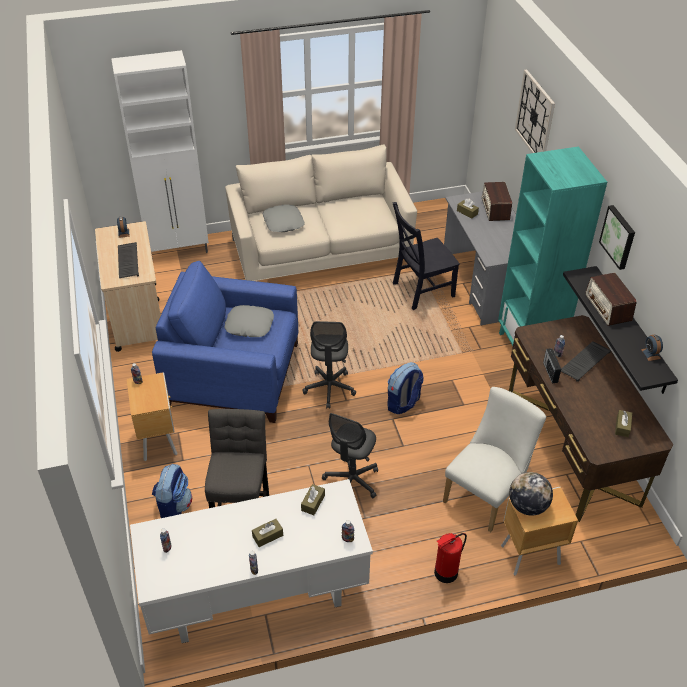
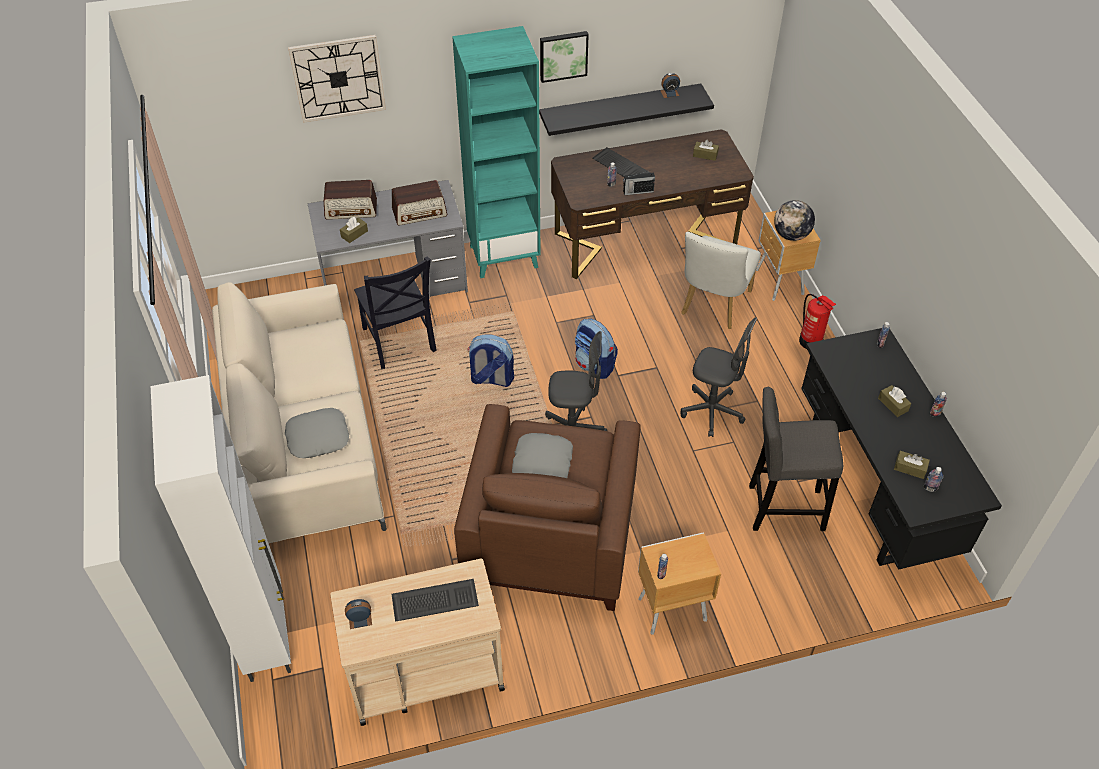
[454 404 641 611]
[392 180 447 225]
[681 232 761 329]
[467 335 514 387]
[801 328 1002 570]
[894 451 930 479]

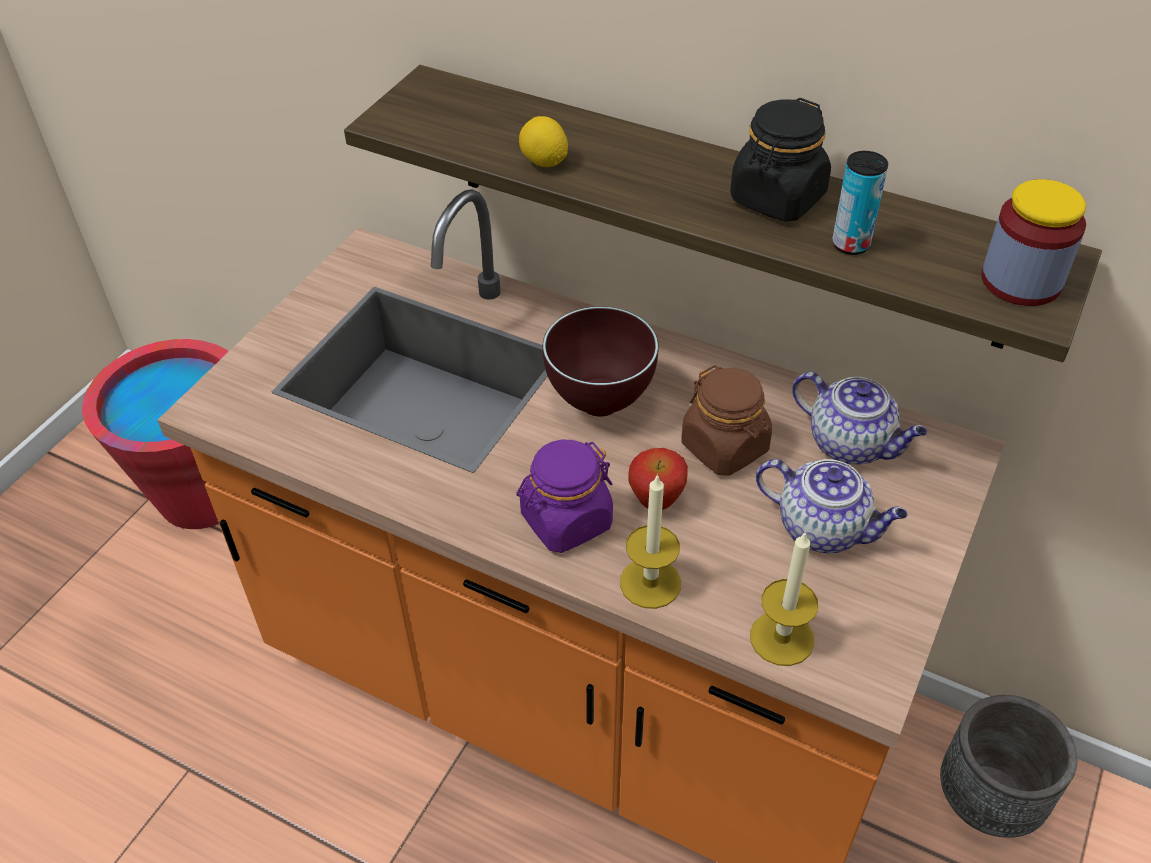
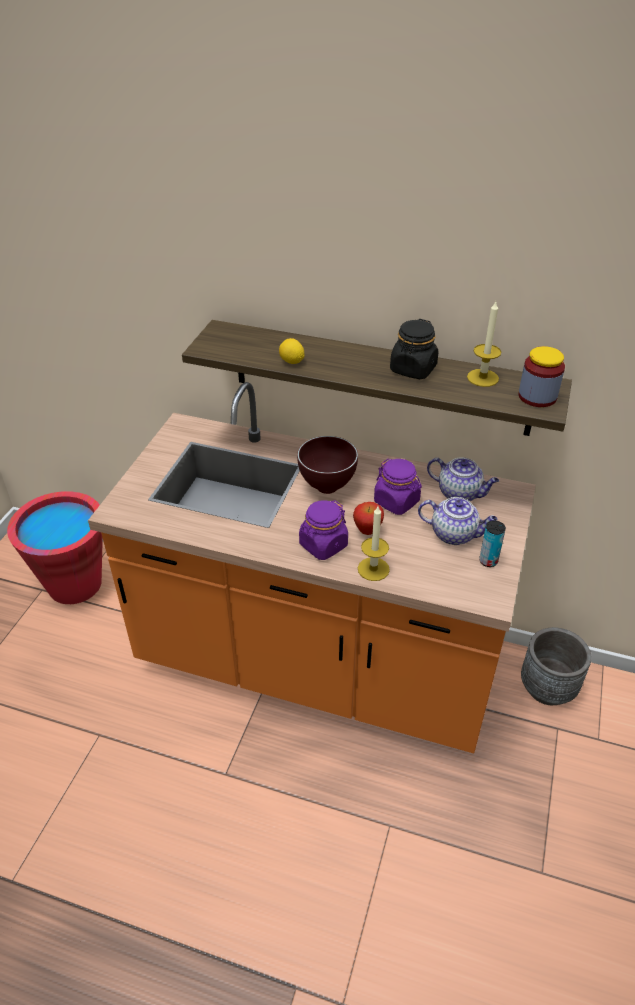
[479 520 506 567]
[374 459 422 515]
[467 302 501 387]

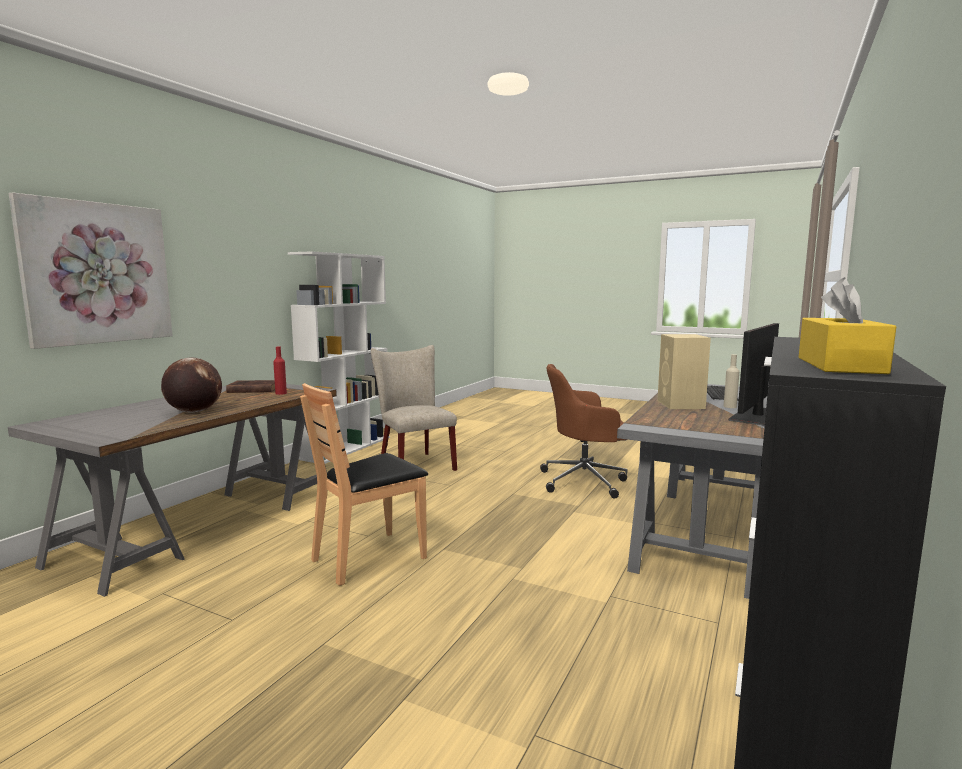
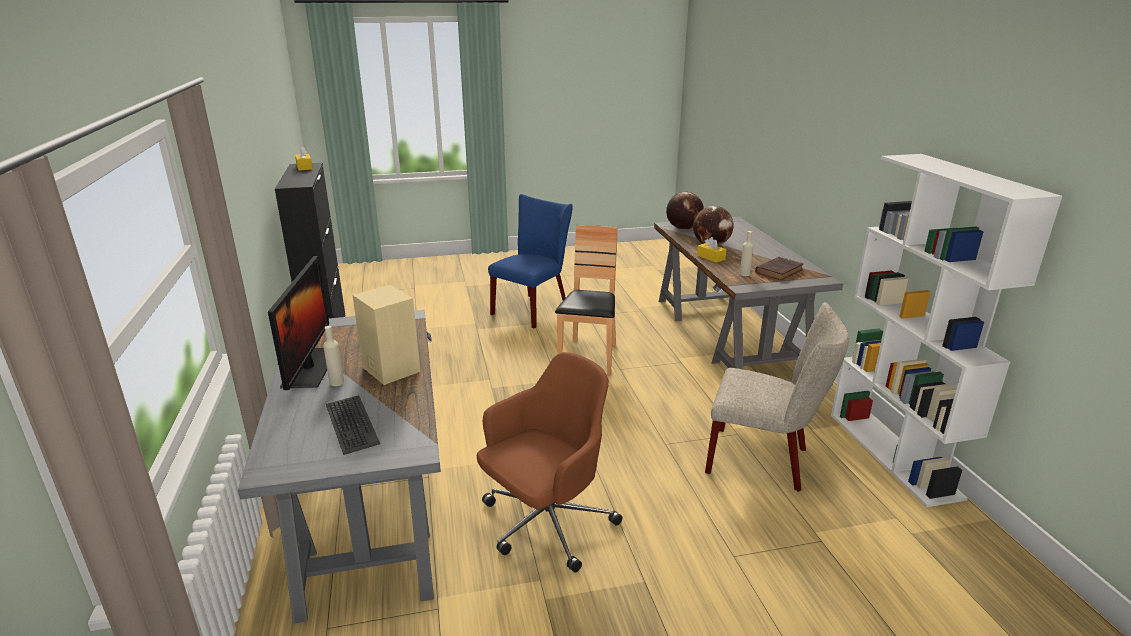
[9 192 173 349] (first image)
[740 231 754 276]
[666 192 704 230]
[488 194 573 329]
[697 237 726 263]

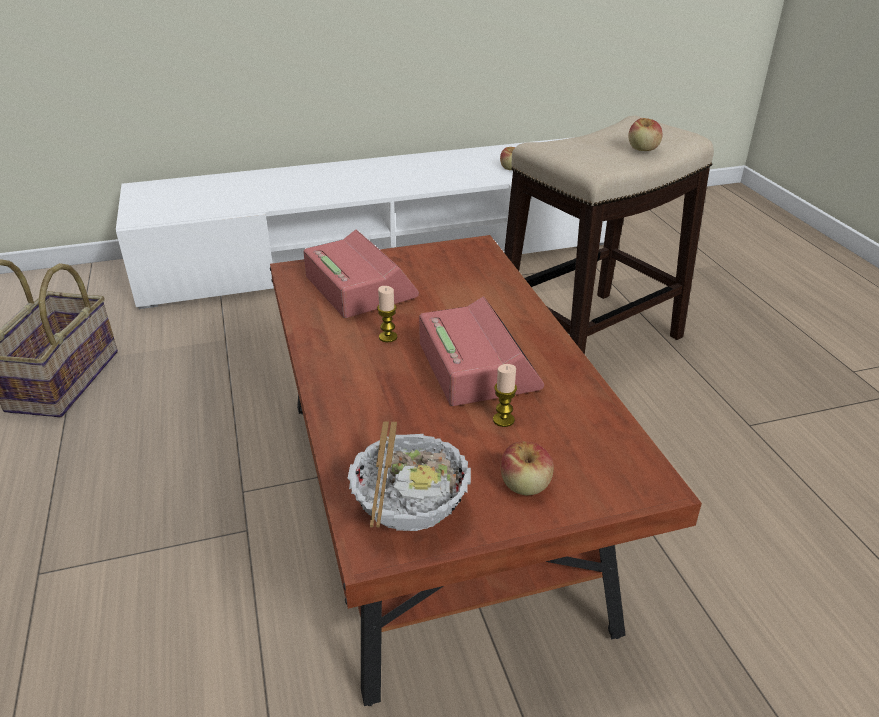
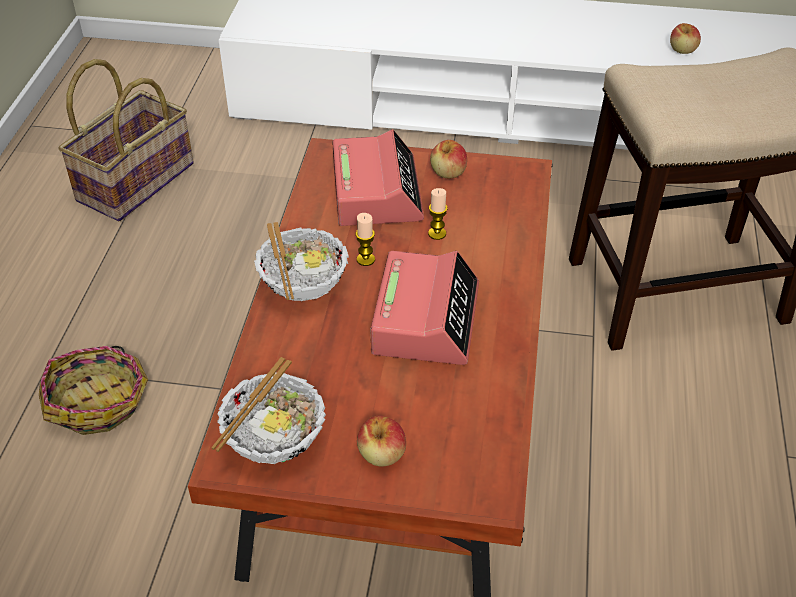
[430 140 467 178]
[428 188 448 240]
[254 222 349 301]
[39 346 148 435]

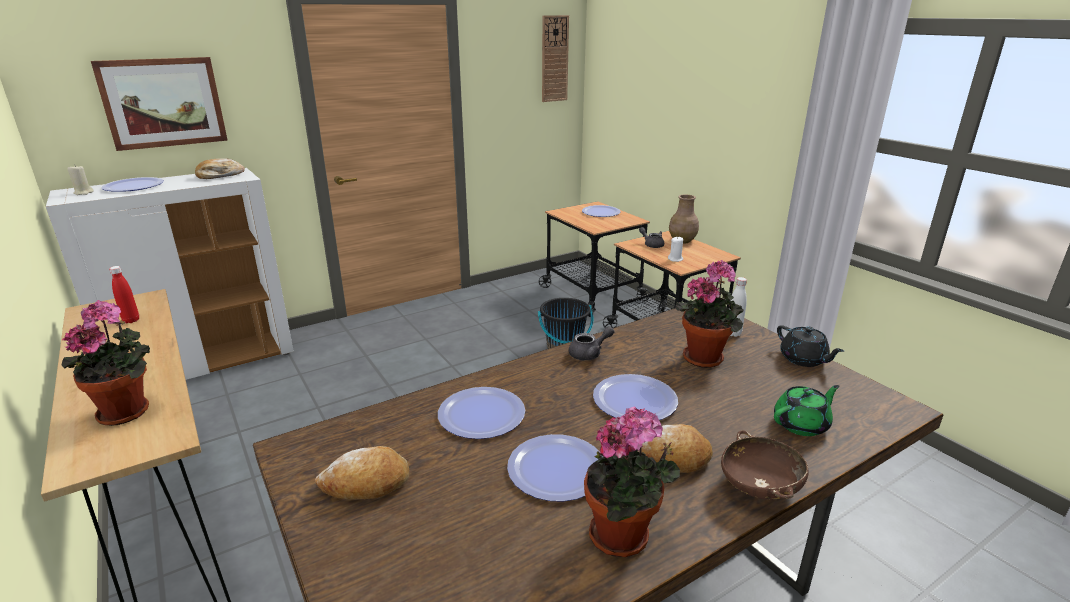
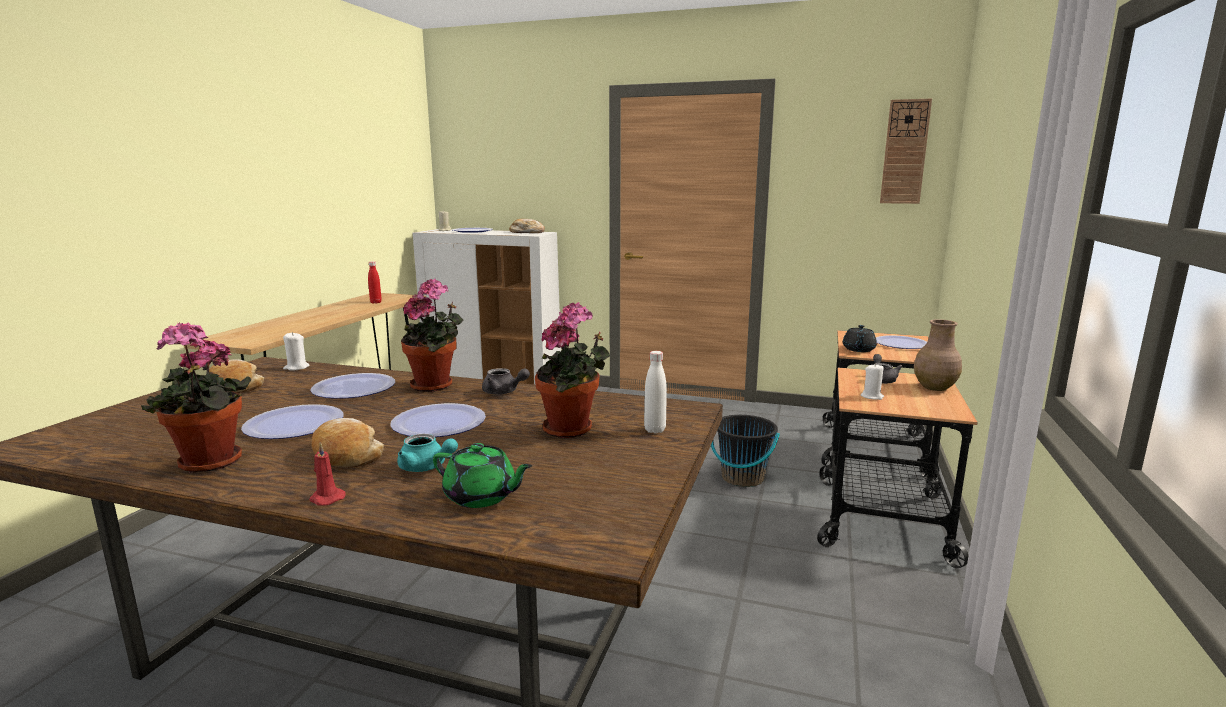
[91 57 228 151] (first image)
[401 279 464 392]
[843 325 877 352]
[309 442 346 505]
[283 332 310 371]
[397 434 458 472]

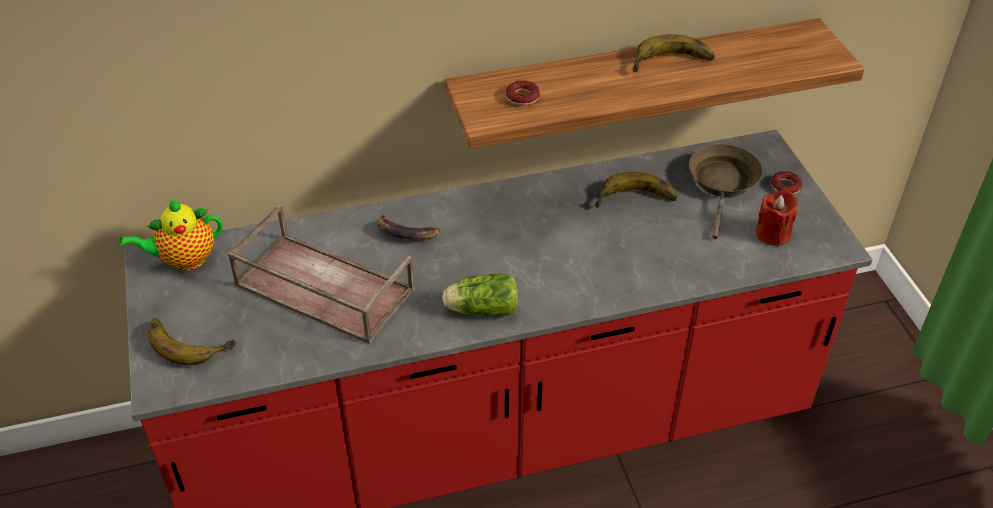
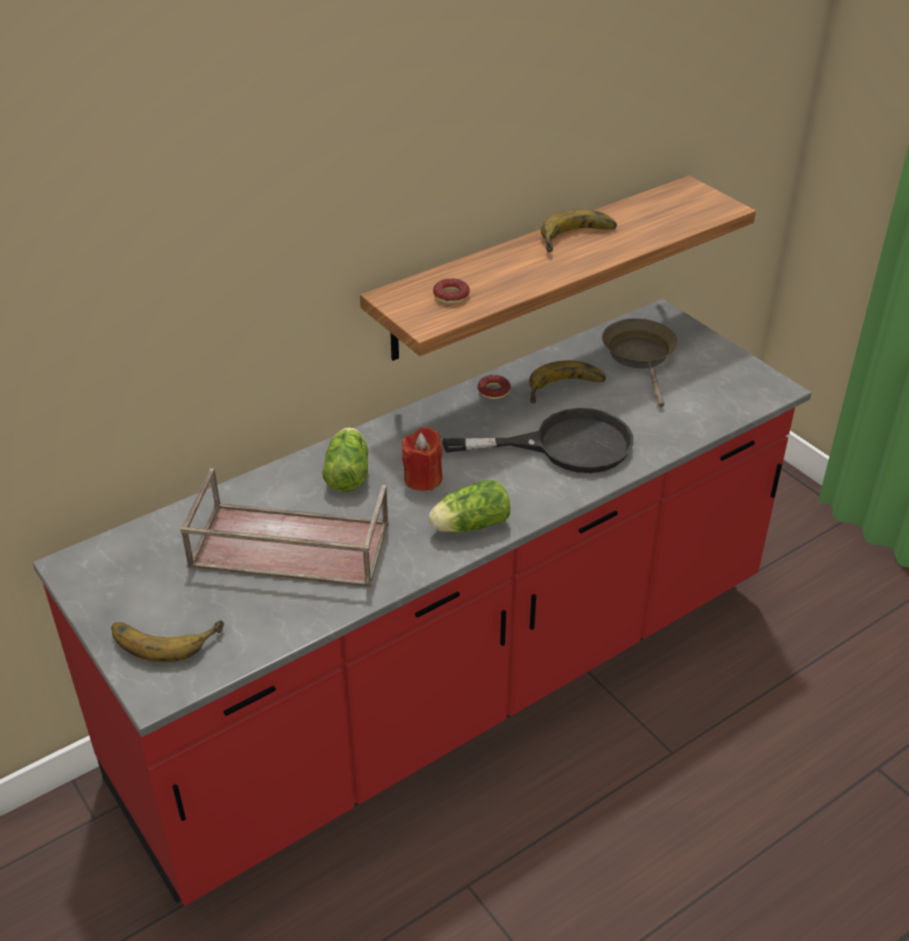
[477 375 510 399]
[402 427 443 491]
[119 200 223 270] (first image)
[322 427 368 493]
[442 408 633 473]

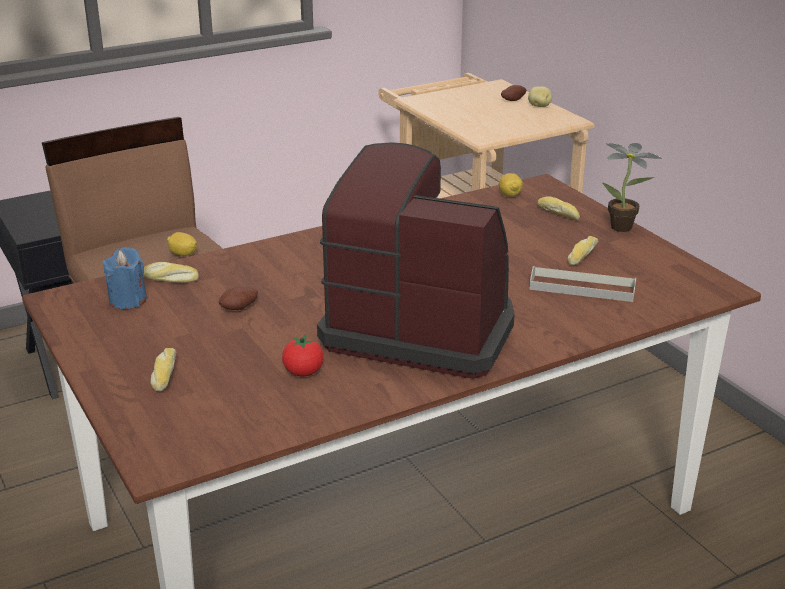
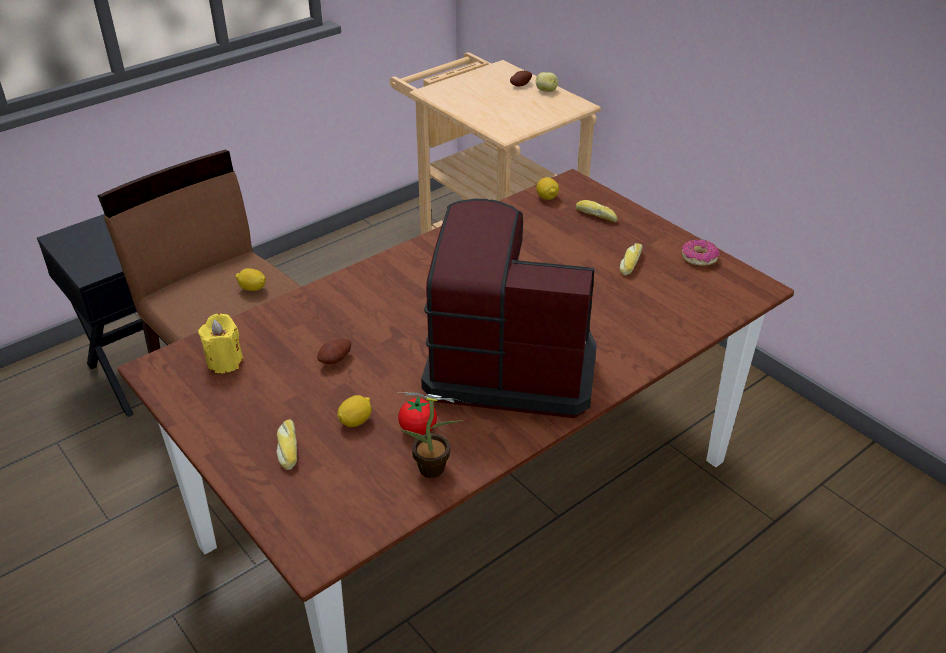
[400 392 461 478]
[198 313 243 373]
[144 262 199 283] (first image)
[529 266 636 302] (first image)
[682 239 720 266]
[337 395 372 427]

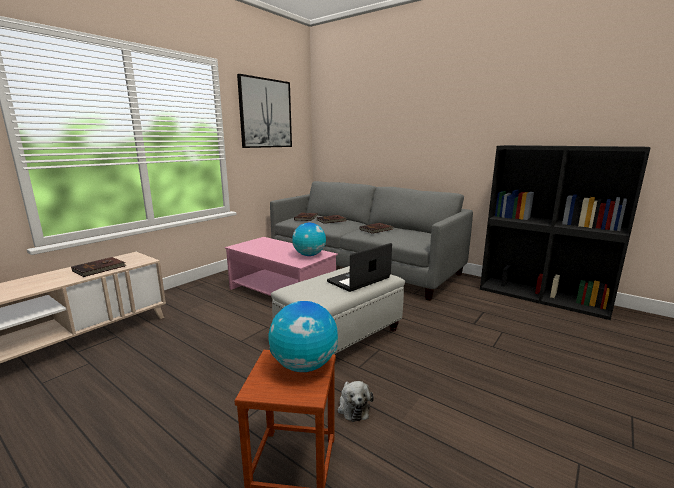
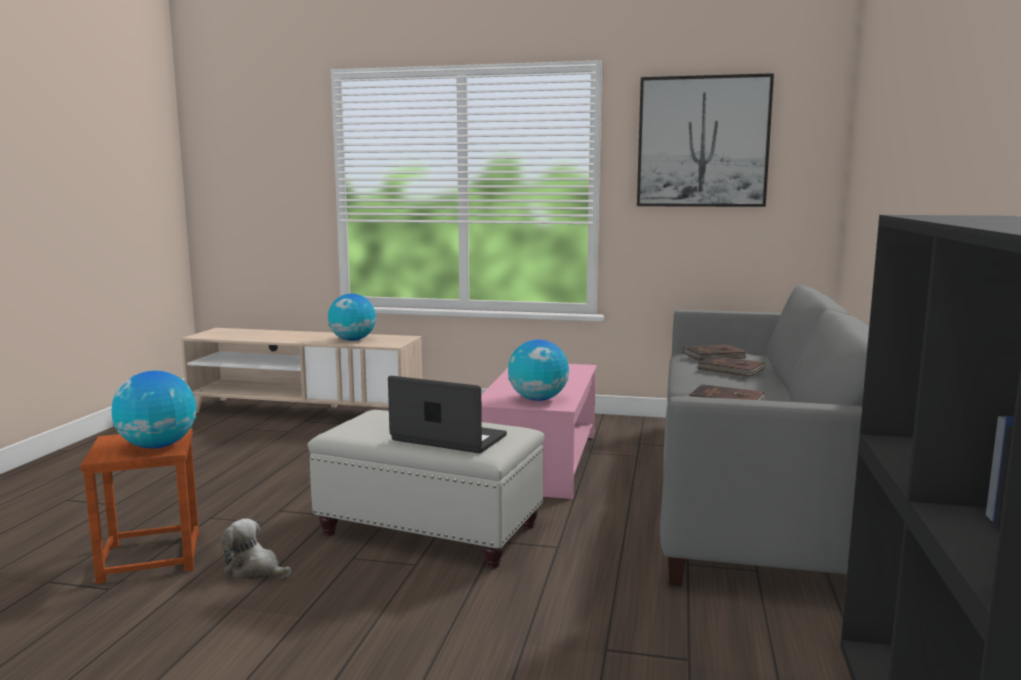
[328 294 376 341]
[221 519 292 580]

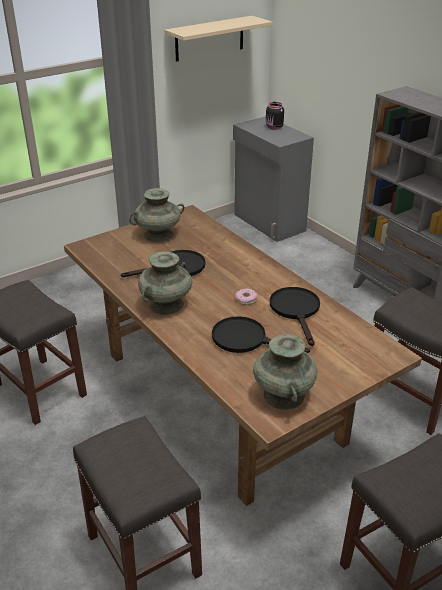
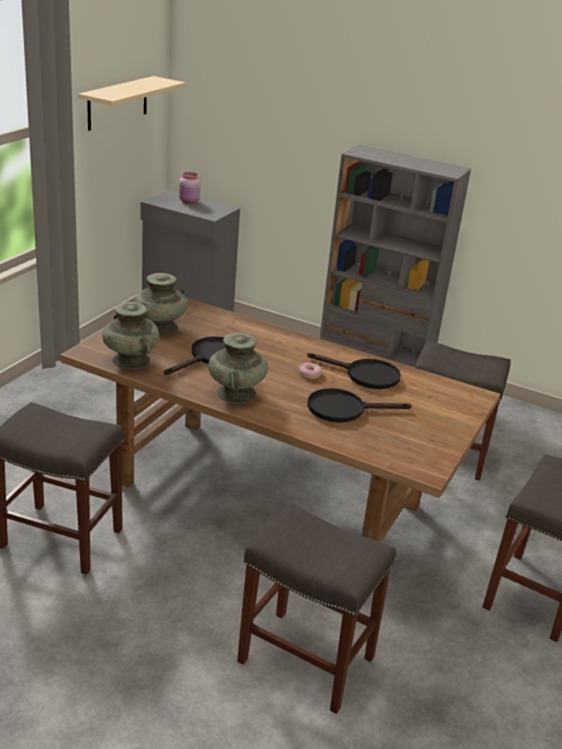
[179 172 201 204]
[307 353 401 389]
[102 302 159 369]

